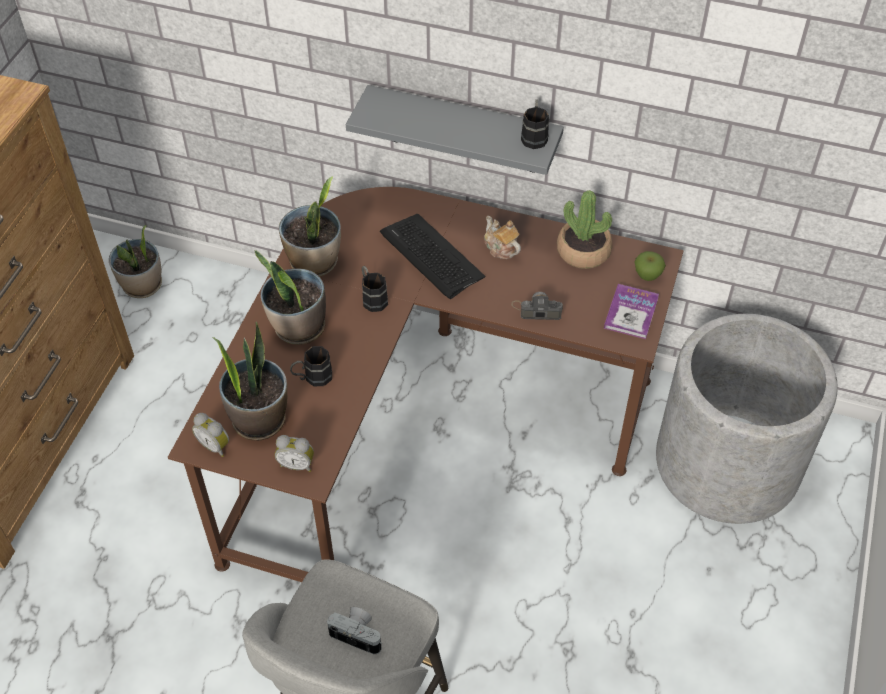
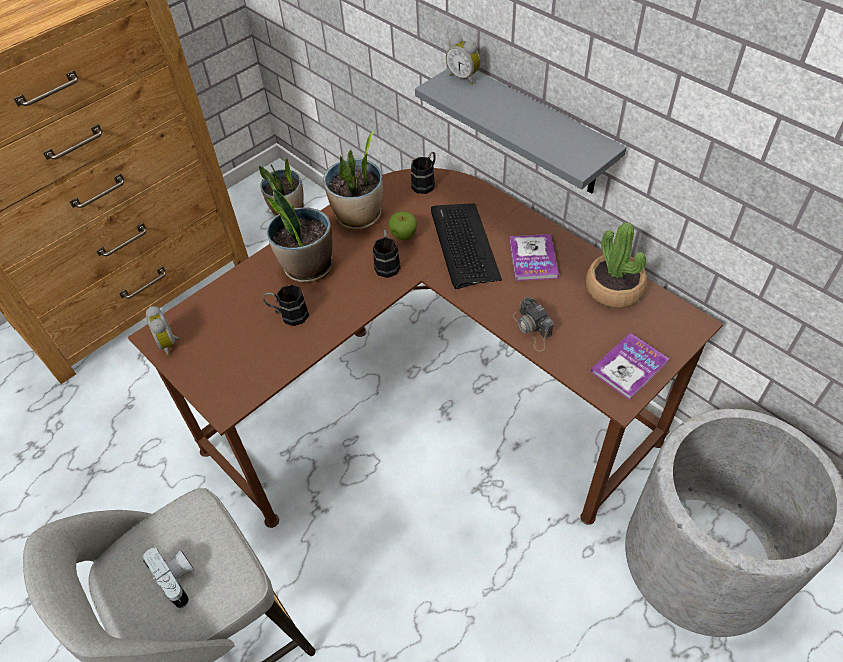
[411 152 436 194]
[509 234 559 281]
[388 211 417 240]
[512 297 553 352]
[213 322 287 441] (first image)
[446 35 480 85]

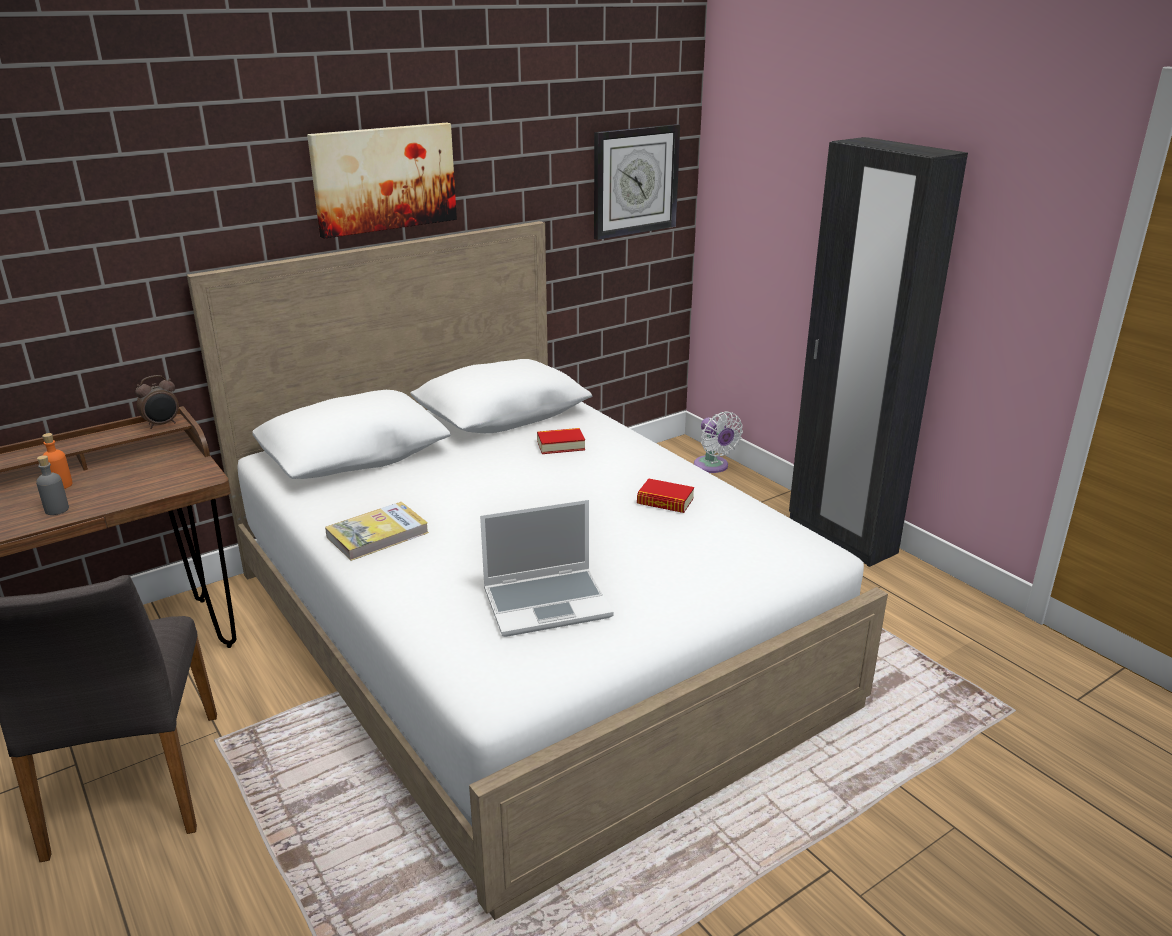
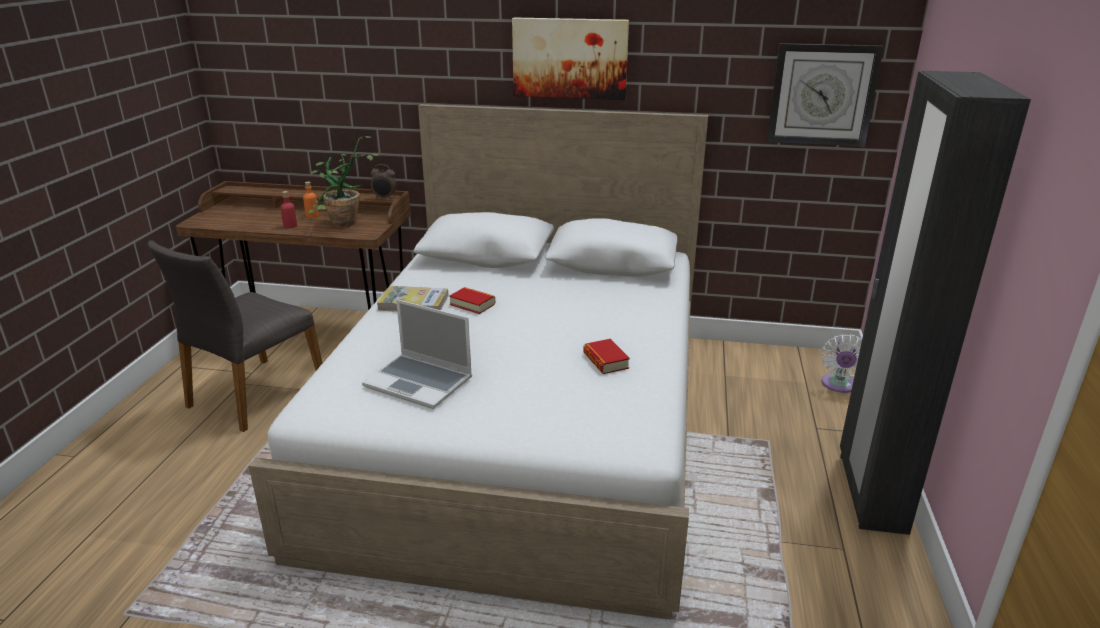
[449 287 495 314]
[280 191 297 228]
[308 136 380 227]

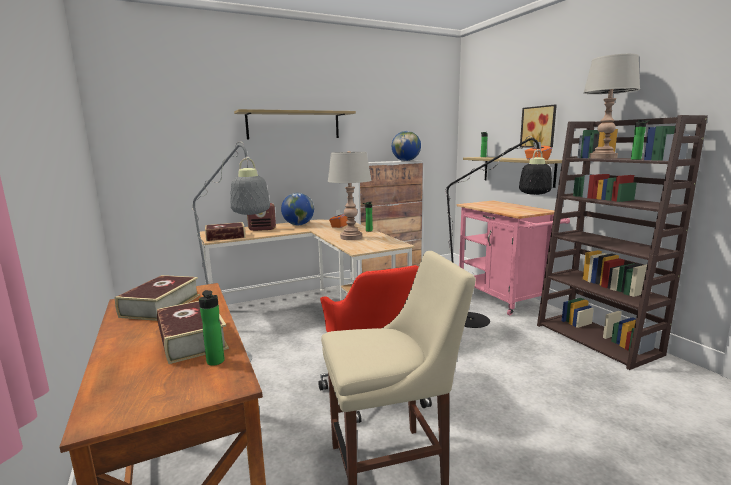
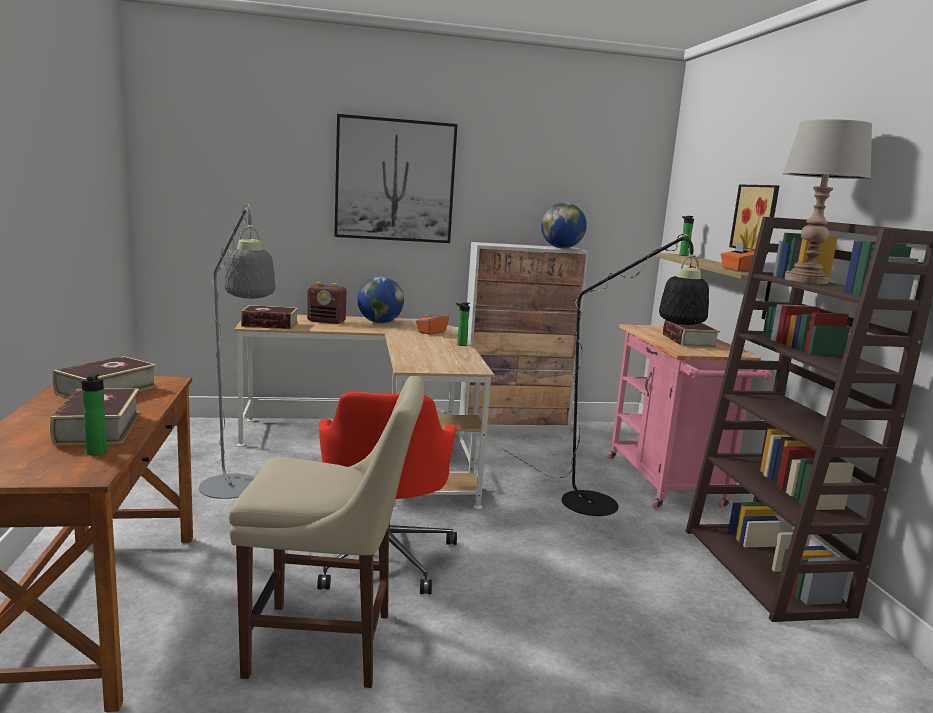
[334 114 457 243]
[631 120 649 160] (first image)
[328 151 372 240] (first image)
[663 320 720 348]

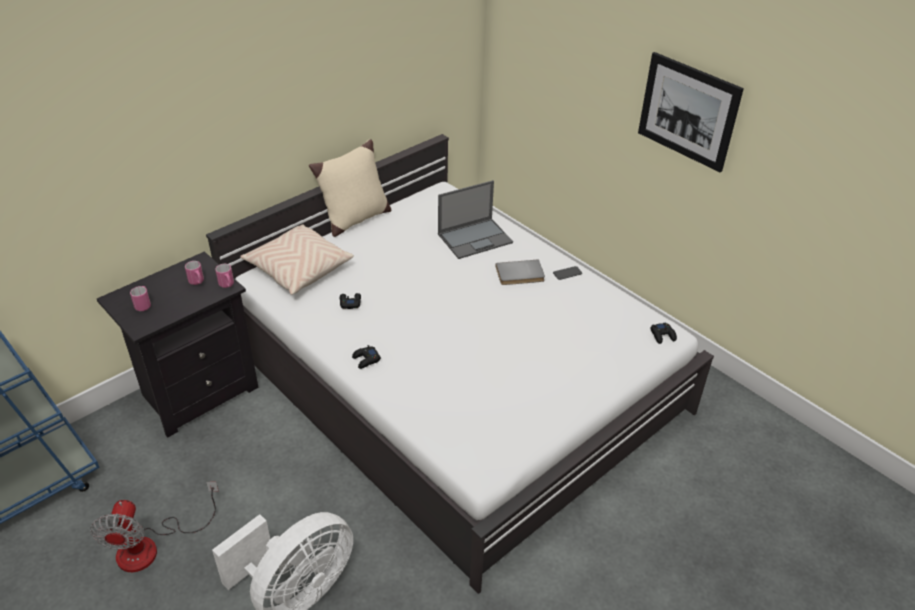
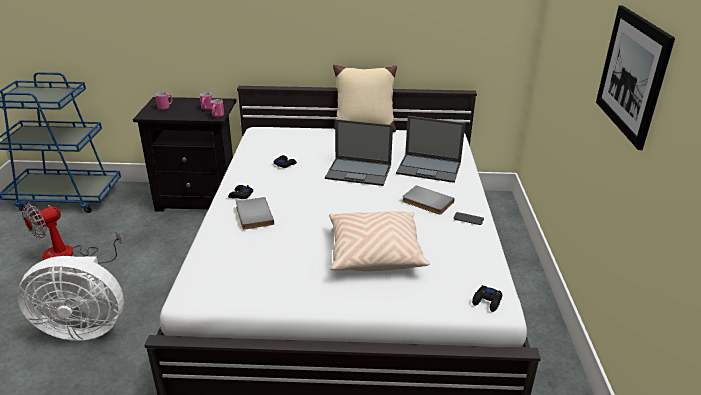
[329 211 429 271]
[325 119 393 186]
[236 197 274 230]

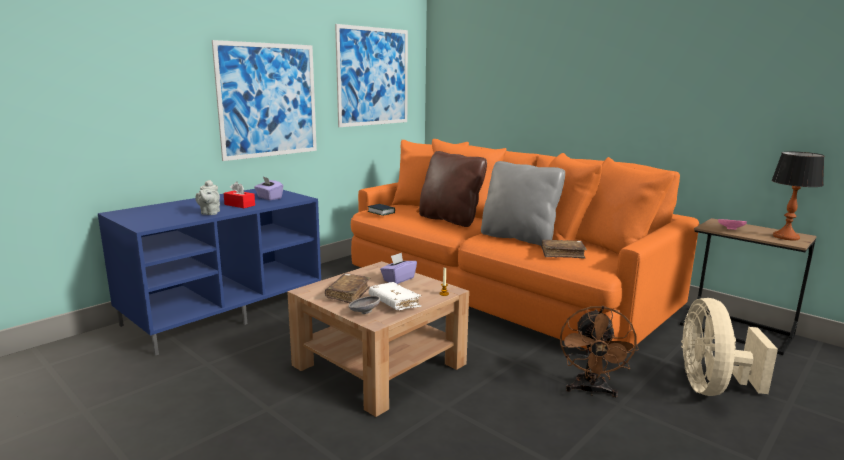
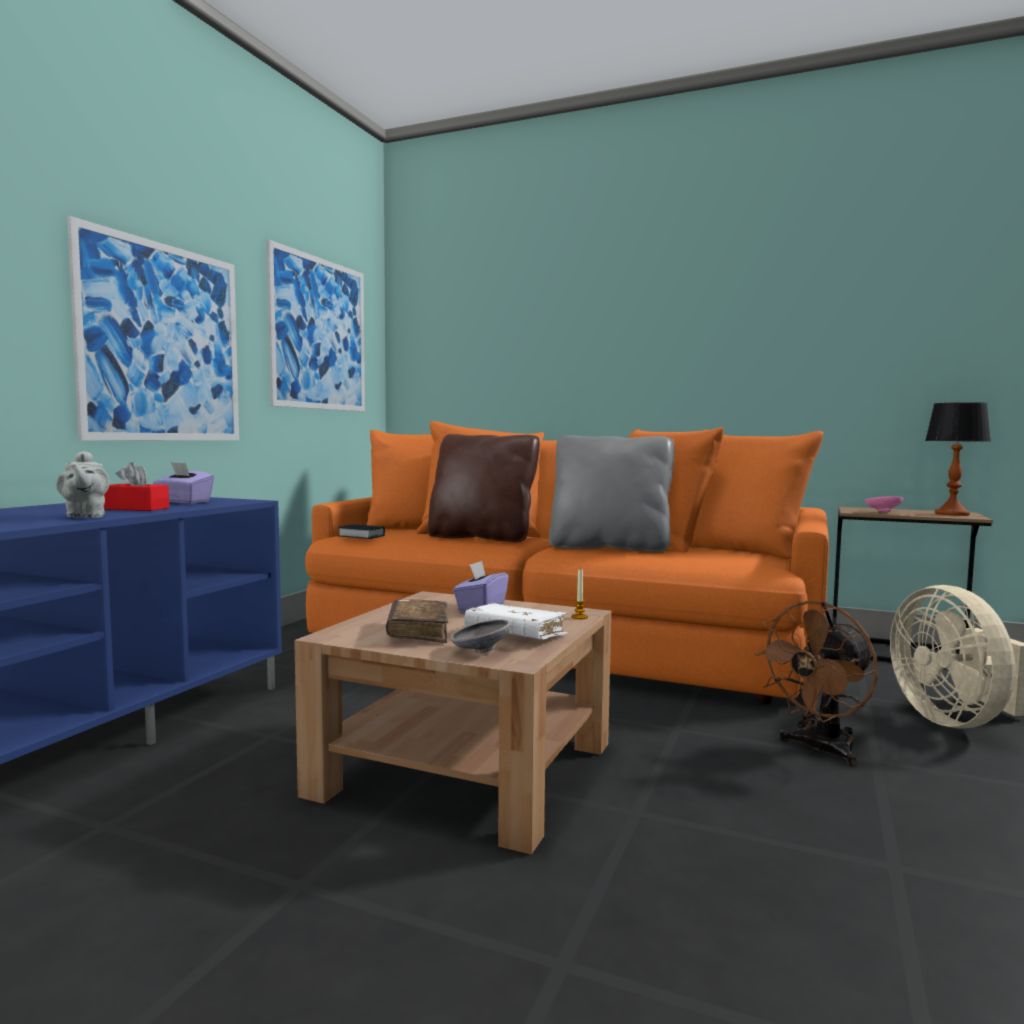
[541 240 587 259] (first image)
[754 601 878 766]

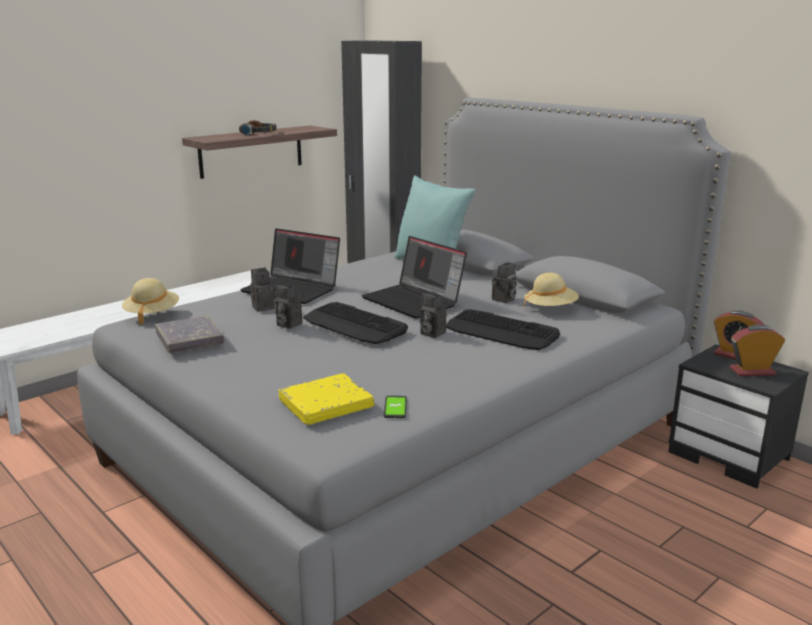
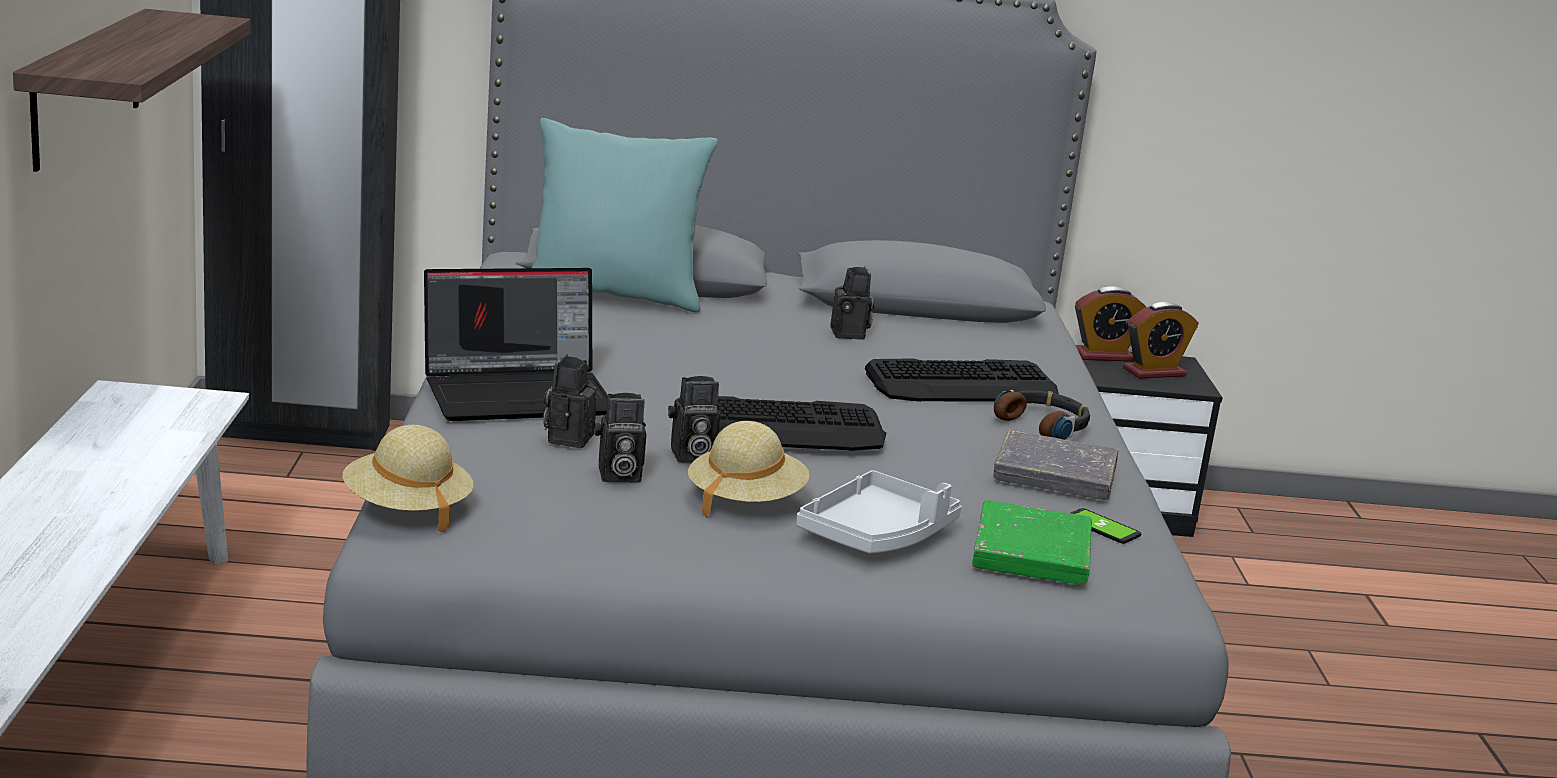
[994 390 1090 440]
[362 236 467 318] (first image)
[688 421 810 517]
[595 393 646 483]
[993 430 1118 500]
[1123 302 1199 379]
[972 500 1092 585]
[796 470 962 554]

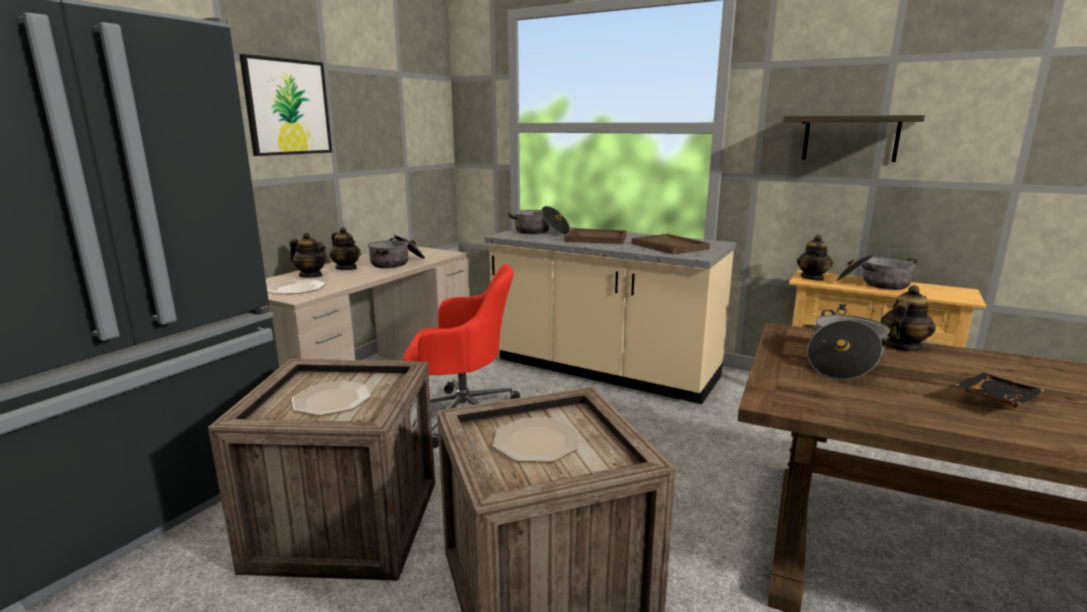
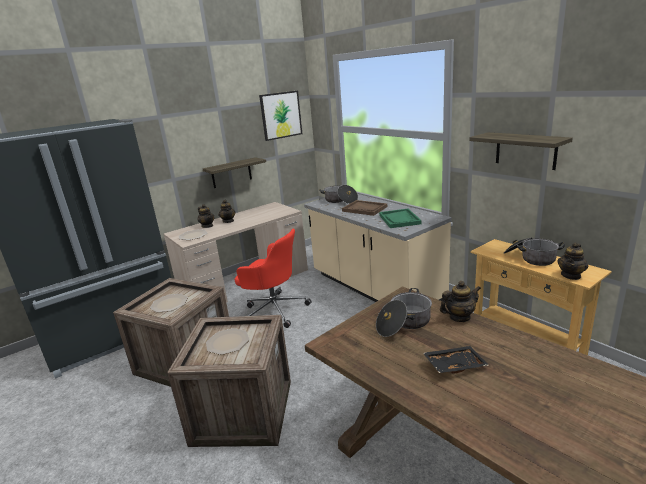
[259 91 302 141]
[379 209 422 228]
[367 235 425 268] (first image)
[558 242 588 280]
[203 157 266 188]

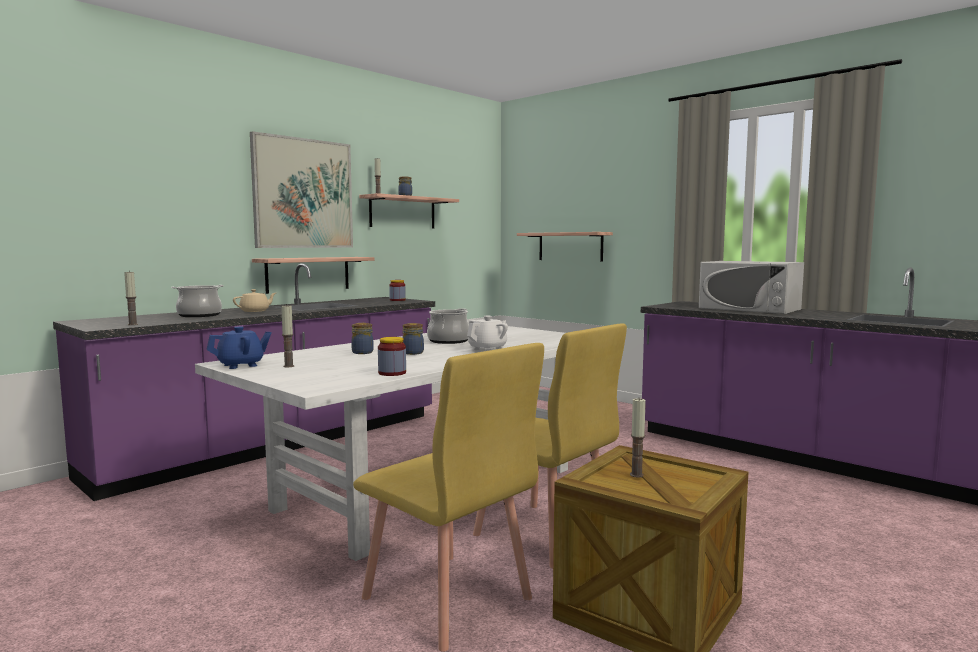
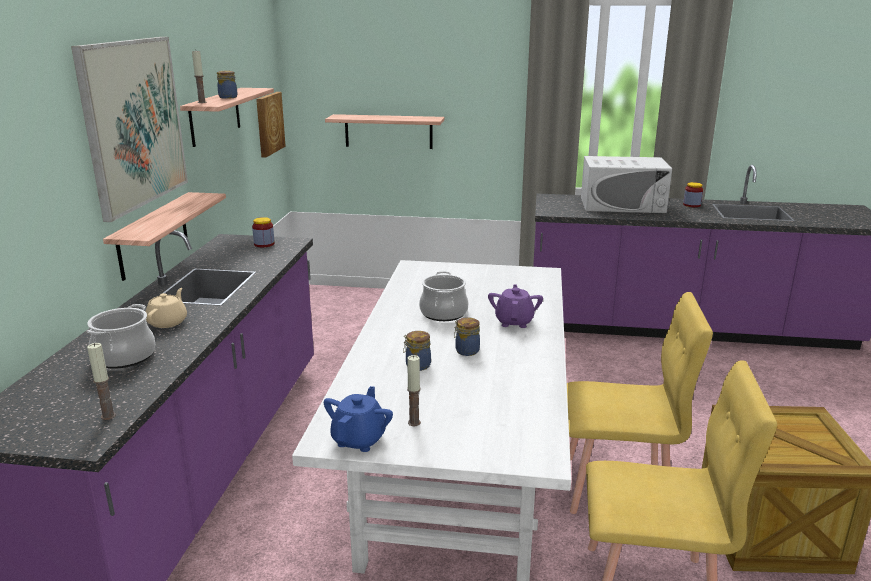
[488 284 543 328]
[683 182 703 207]
[630 397 646 478] (first image)
[256 92 285 158]

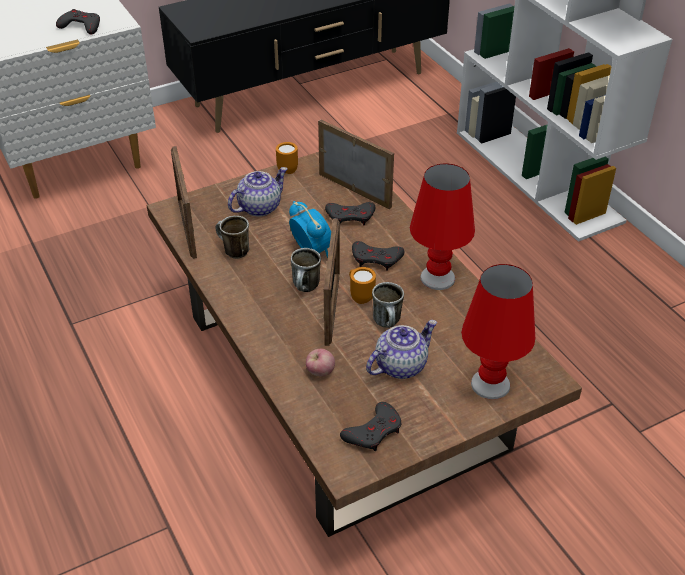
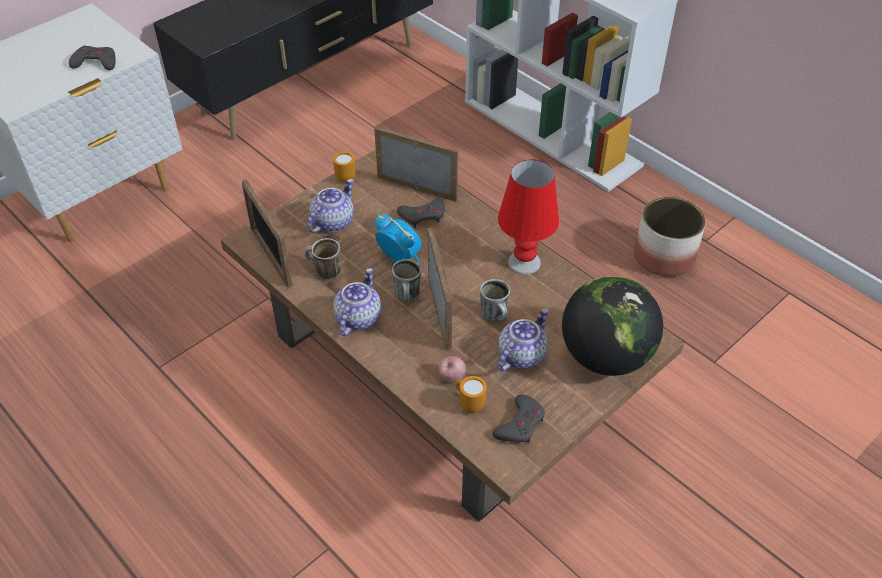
[352 241 404 270] (first image)
[562 276 663 376]
[455 376 487 414]
[634 197 706 277]
[333 268 381 336]

